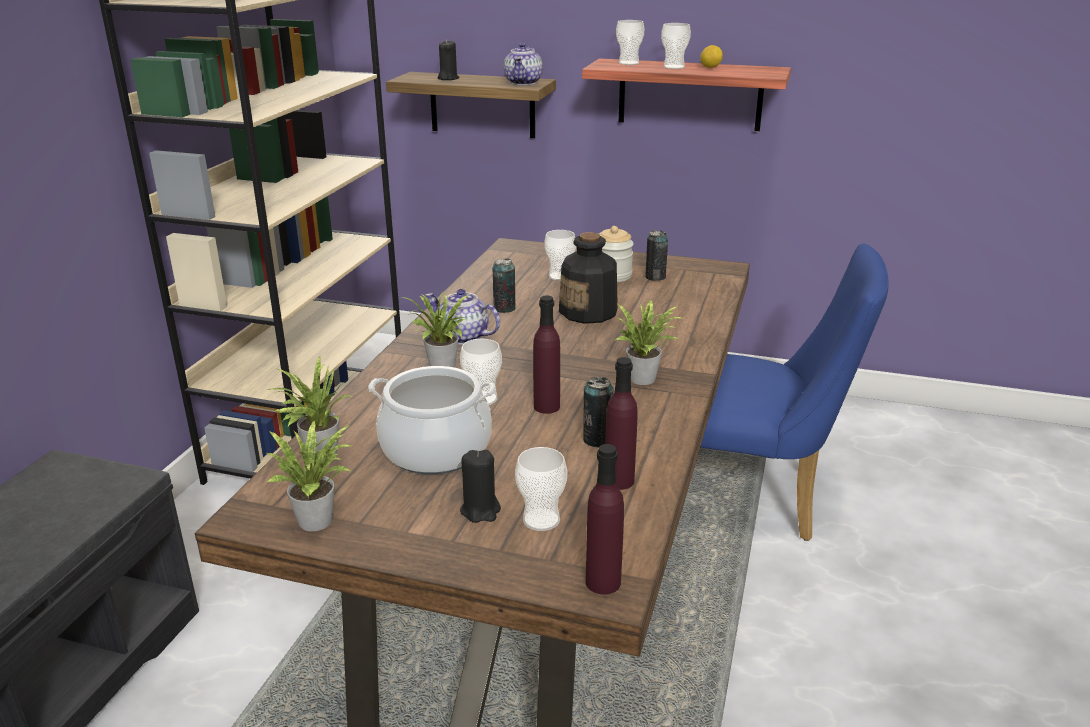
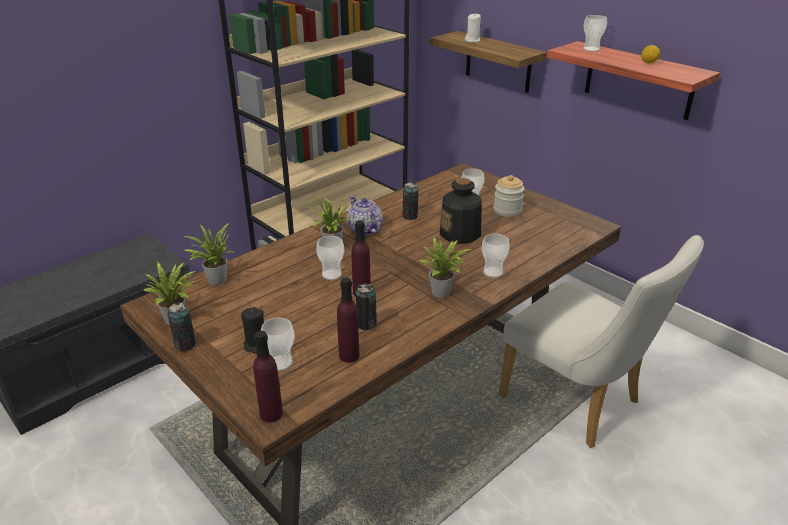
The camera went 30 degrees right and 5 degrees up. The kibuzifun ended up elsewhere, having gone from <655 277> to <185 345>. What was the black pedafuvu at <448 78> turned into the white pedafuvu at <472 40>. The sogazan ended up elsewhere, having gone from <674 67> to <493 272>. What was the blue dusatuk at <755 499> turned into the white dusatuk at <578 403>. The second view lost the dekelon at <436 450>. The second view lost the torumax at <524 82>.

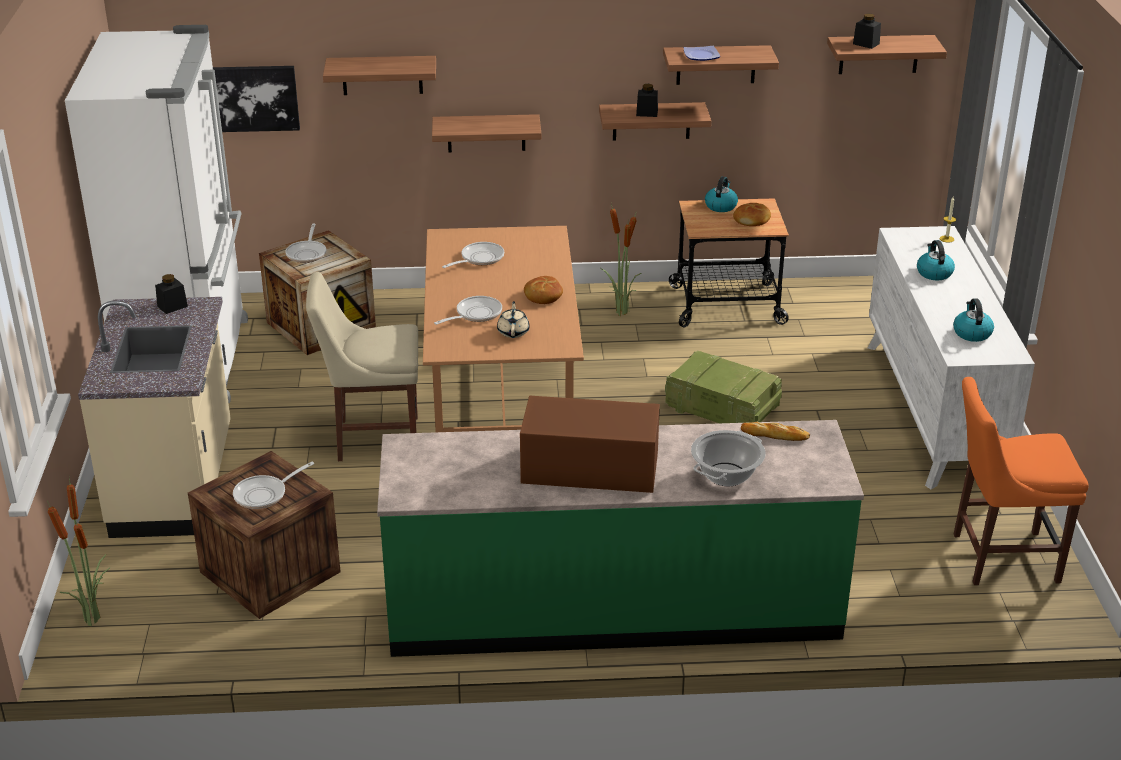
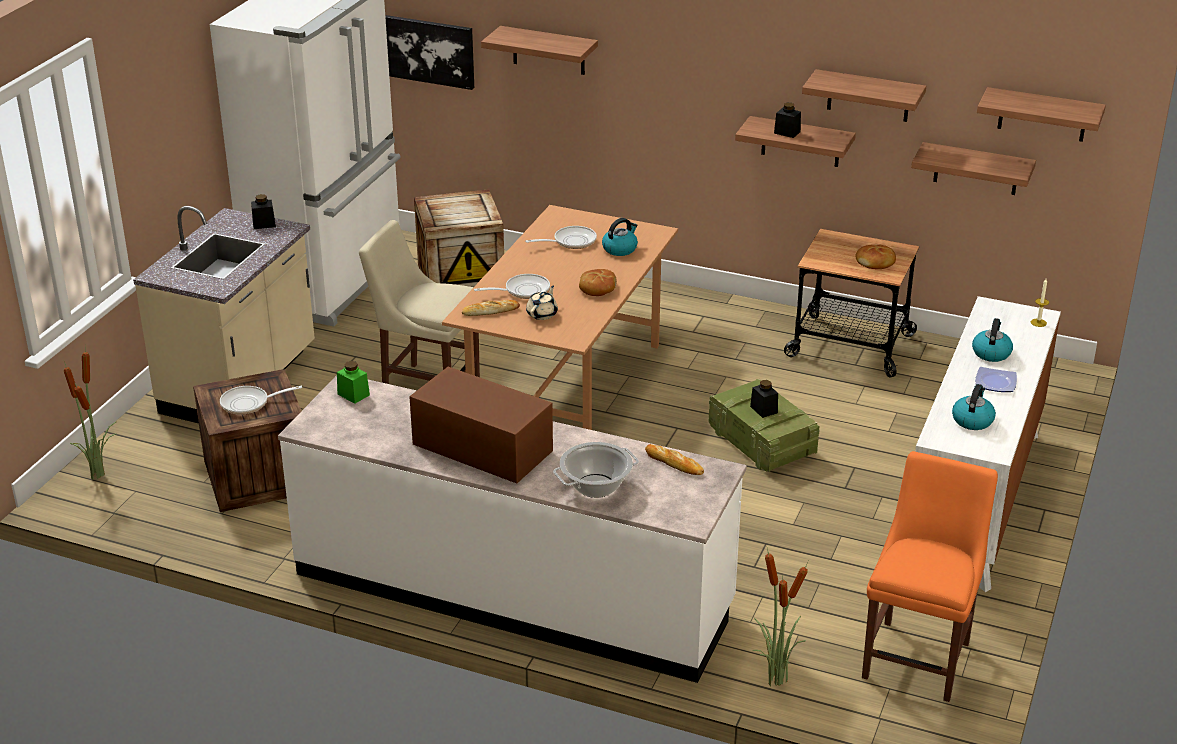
The camera went 25 degrees right and 0 degrees up. What was the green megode at <613 607> turned into the white megode at <513 590>. The second view gained the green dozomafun at <353 394>. The second view gained the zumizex at <490 311>. The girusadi ended up elsewhere, having gone from <720 206> to <620 249>. The black dozomafun ended up elsewhere, having gone from <866 44> to <764 409>. The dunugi ended up elsewhere, having gone from <620 312> to <775 679>. The orange dusatuk at <999 557> ended up facing another way, 90 degrees clockwise from before. The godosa ended up elsewhere, having gone from <486 133> to <976 169>. The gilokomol ended up elsewhere, having gone from <701 56> to <994 383>. The second view lost the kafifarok at <307 253>.

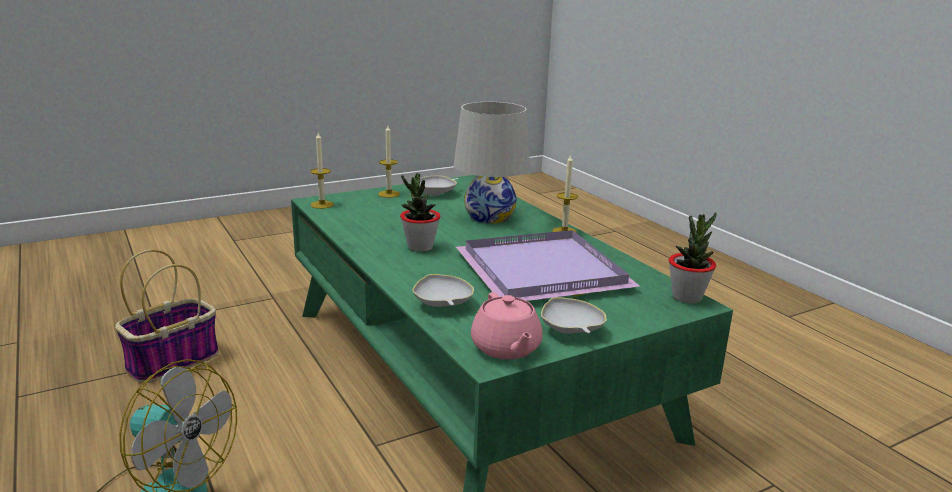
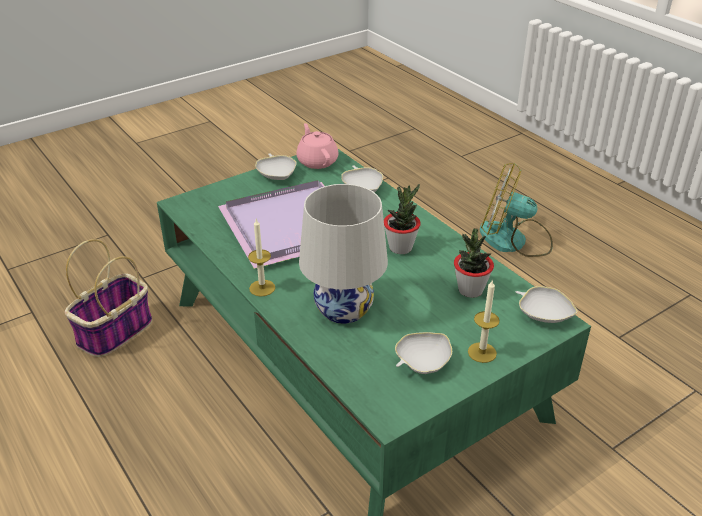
The camera went 175 degrees right and 15 degrees up. The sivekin ended up elsewhere, having gone from <173 361> to <114 333>. The dunugi ended up elsewhere, having gone from <687 297> to <470 290>. Where the pedafuvu stood at <322 204>, the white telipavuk came to stand at <543 314>.

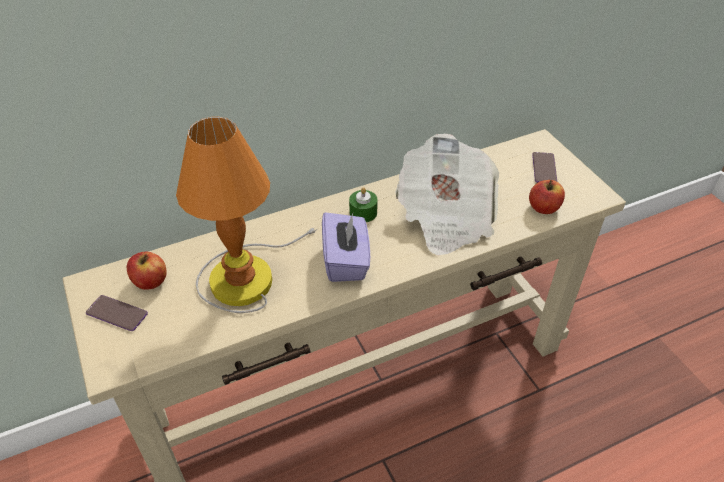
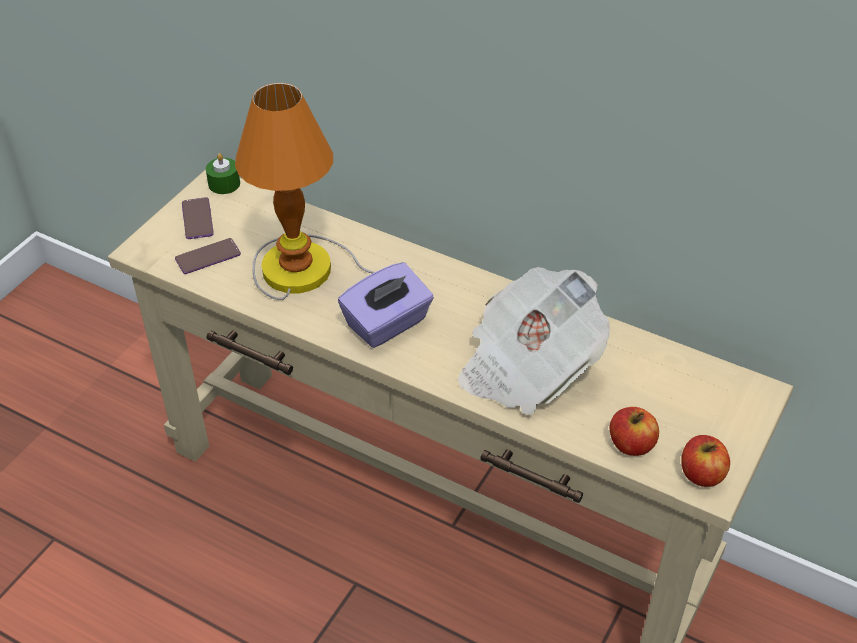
The camera went 55 degrees right and 0 degrees up. The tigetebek ended up elsewhere, having gone from <544 168> to <208 257>. The green pedafuvu ended up elsewhere, having gone from <363 213> to <224 184>. The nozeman ended up elsewhere, having gone from <150 281> to <701 474>.

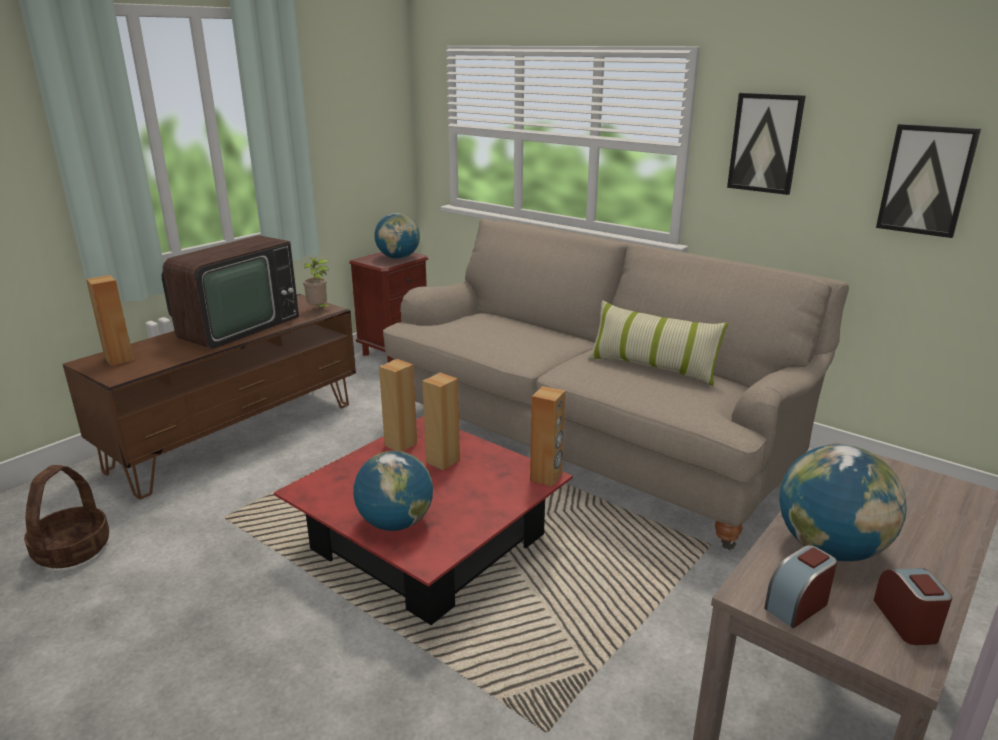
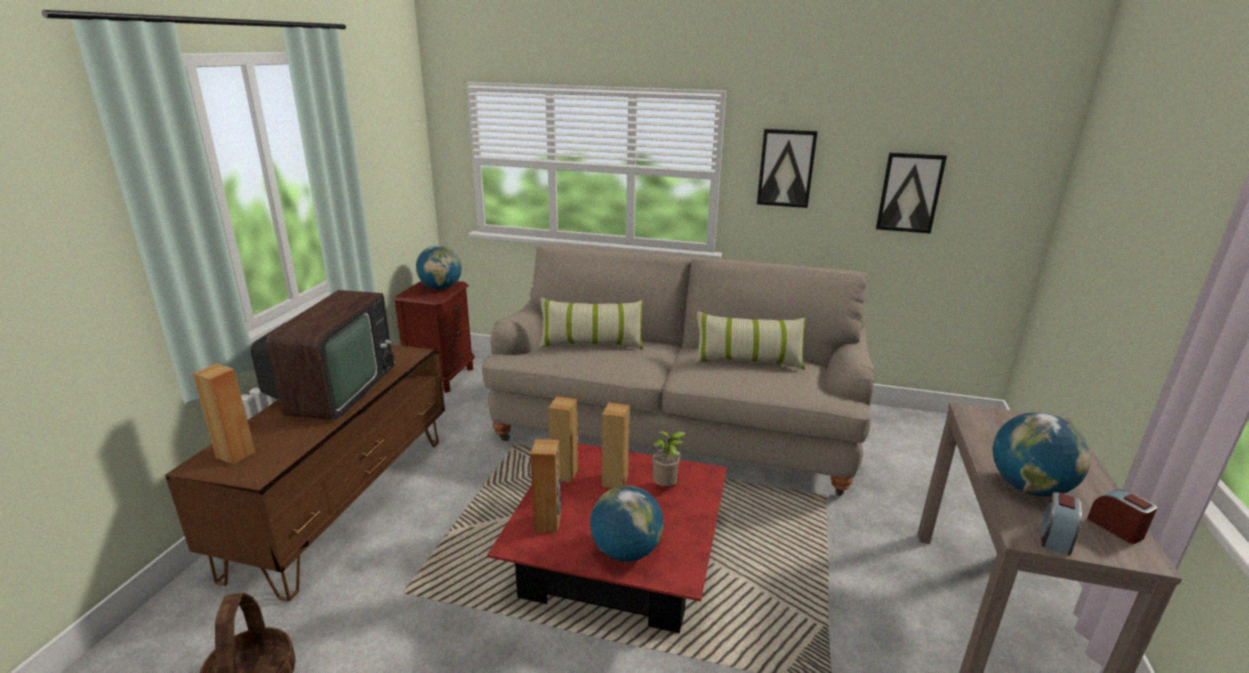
The camera went 25 degrees left and 0 degrees up. The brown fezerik ended up elsewhere, having gone from <546 477> to <548 523>. The second view gained the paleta at <591 344>. The dunugi ended up elsewhere, having gone from <319 309> to <666 487>.

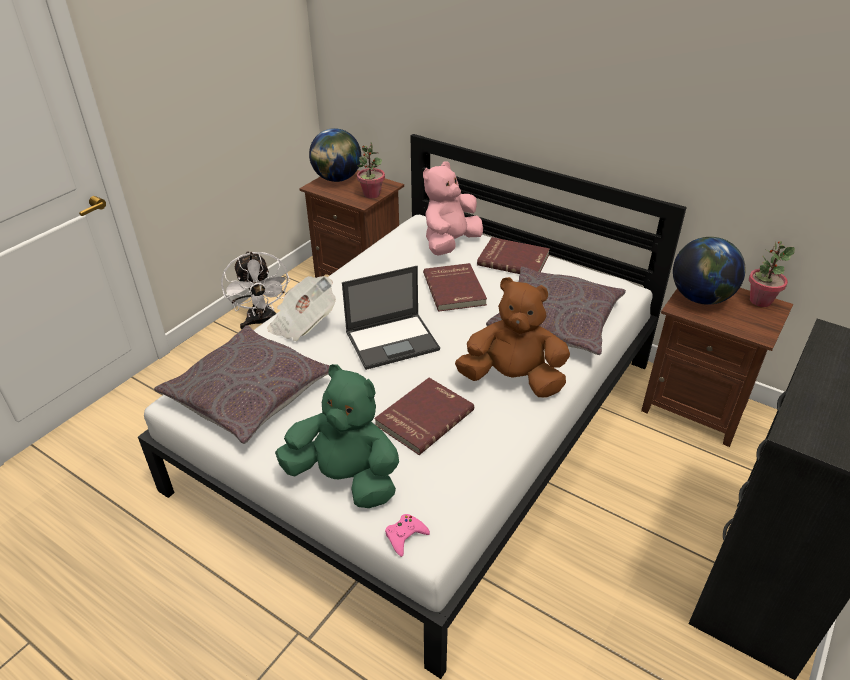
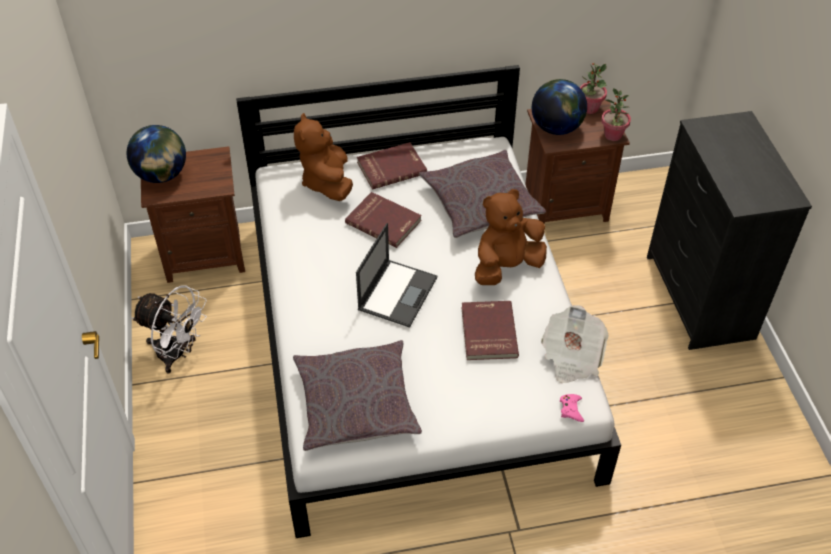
The camera went 45 degrees left and 10 degrees up. What was the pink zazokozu at <450 244> turned into the brown zazokozu at <327 182>. The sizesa ended up elsewhere, having gone from <303 323> to <571 357>. The dunugi ended up elsewhere, having gone from <371 194> to <613 135>. The second view lost the green zazokozu at <345 478>.

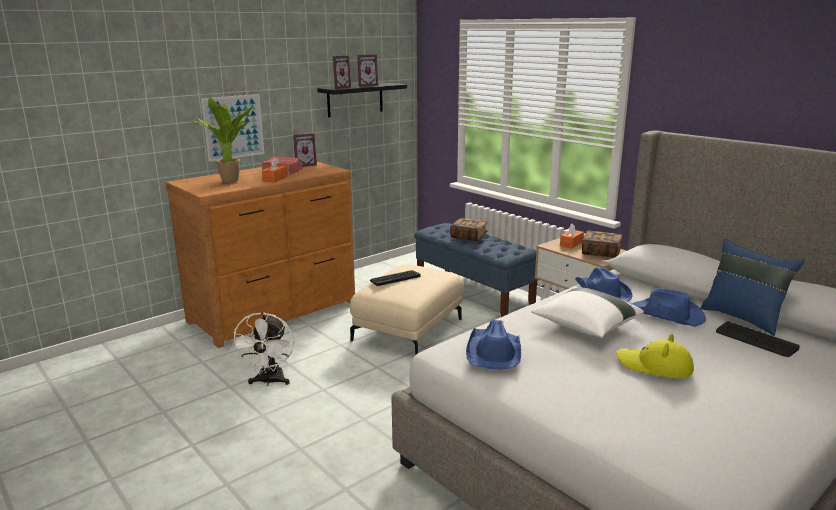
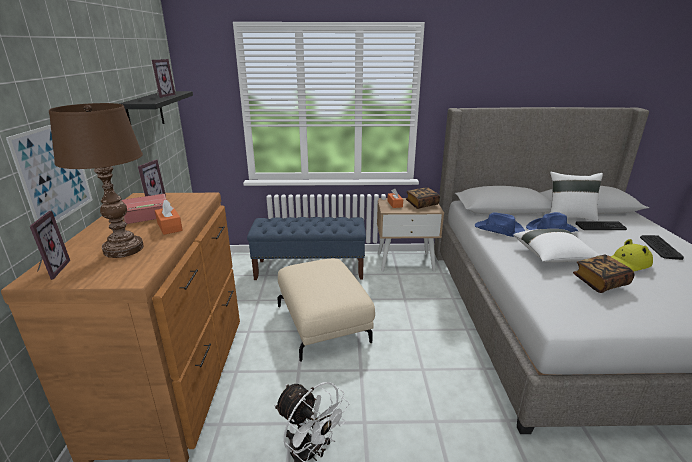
The camera went 50 degrees left and 5 degrees up. The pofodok ended up elsewhere, having gone from <339 88> to <50 270>. Where the dunugi stood at <232 181>, the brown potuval came to stand at <123 249>. What was the blue paleta at <743 318> turned into the white paleta at <569 217>. The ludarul ended up elsewhere, having gone from <468 237> to <600 282>. The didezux ended up elsewhere, having gone from <395 278> to <659 247>. The second view lost the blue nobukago at <494 352>.

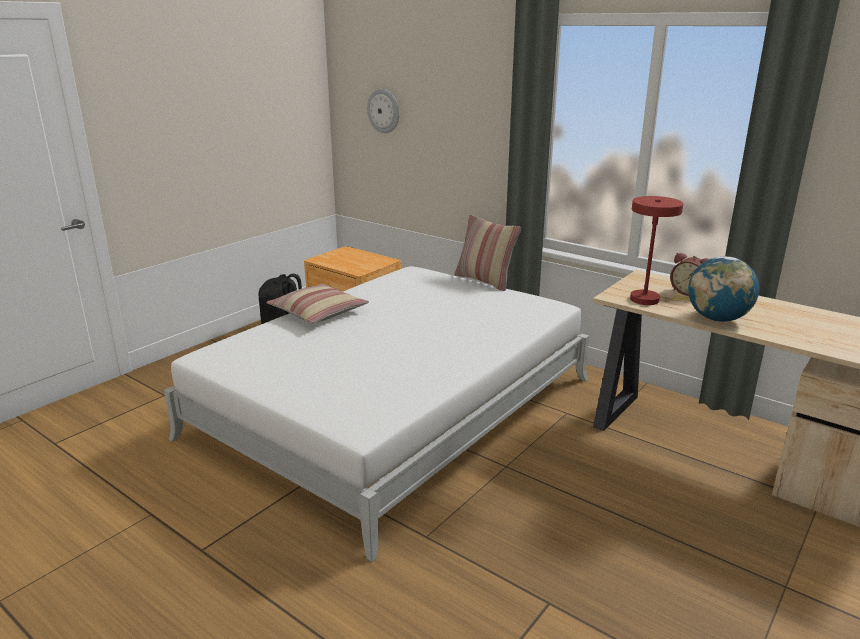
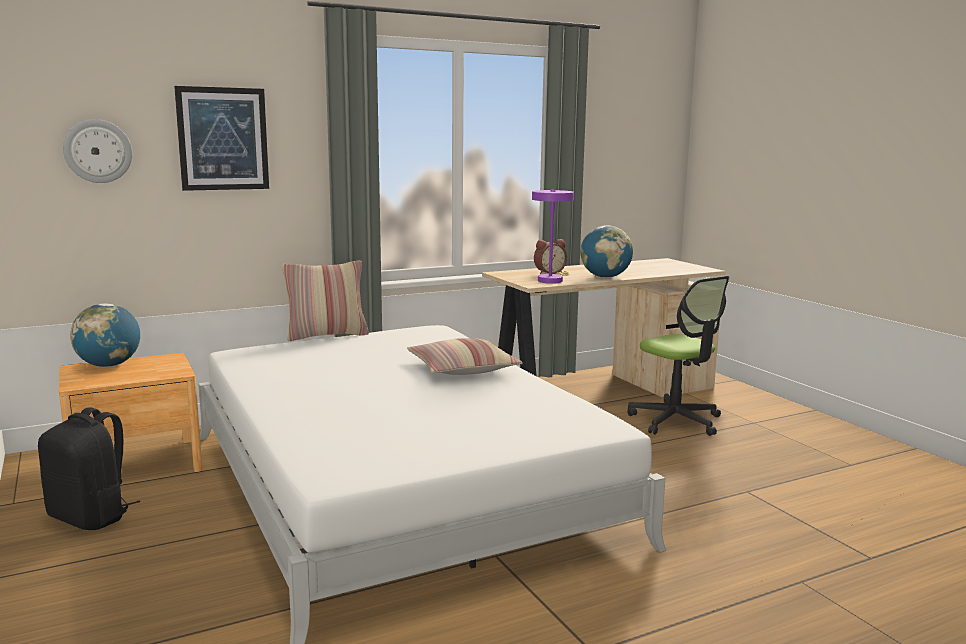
The camera went 65 degrees left and 10 degrees down. The second view gained the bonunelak at <109 365>. The second view gained the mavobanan at <223 139>. The paleta ended up elsewhere, having gone from <318 313> to <462 369>. What was the red potuval at <650 299> turned into the purple potuval at <551 280>. The second view gained the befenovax at <676 421>.

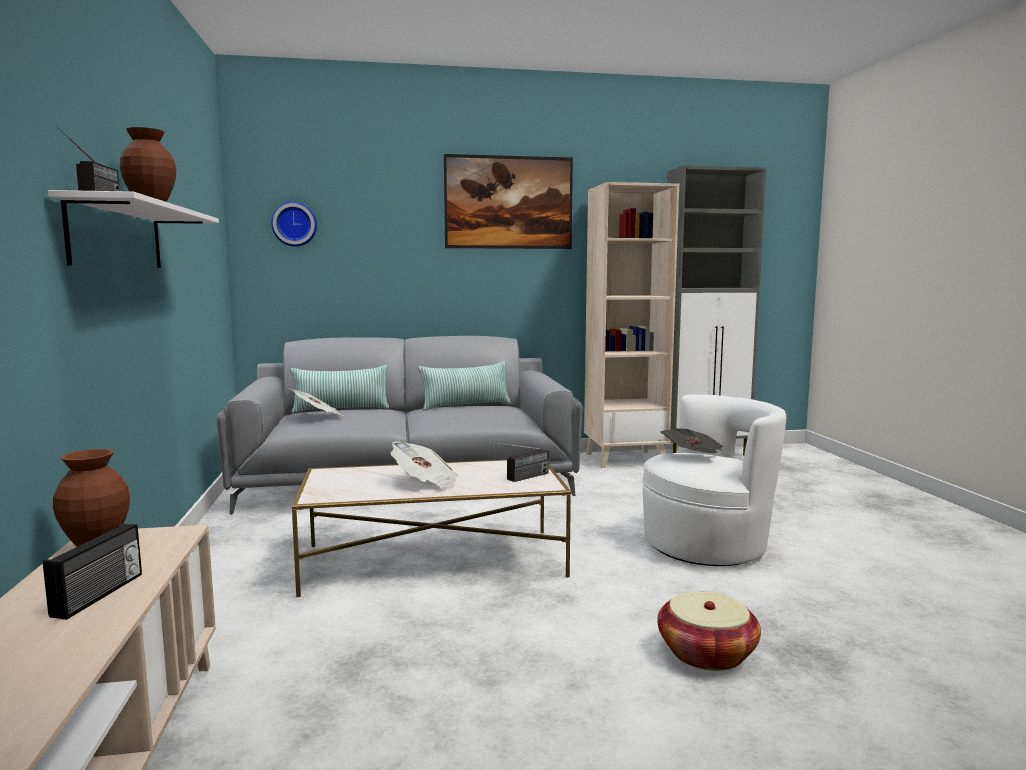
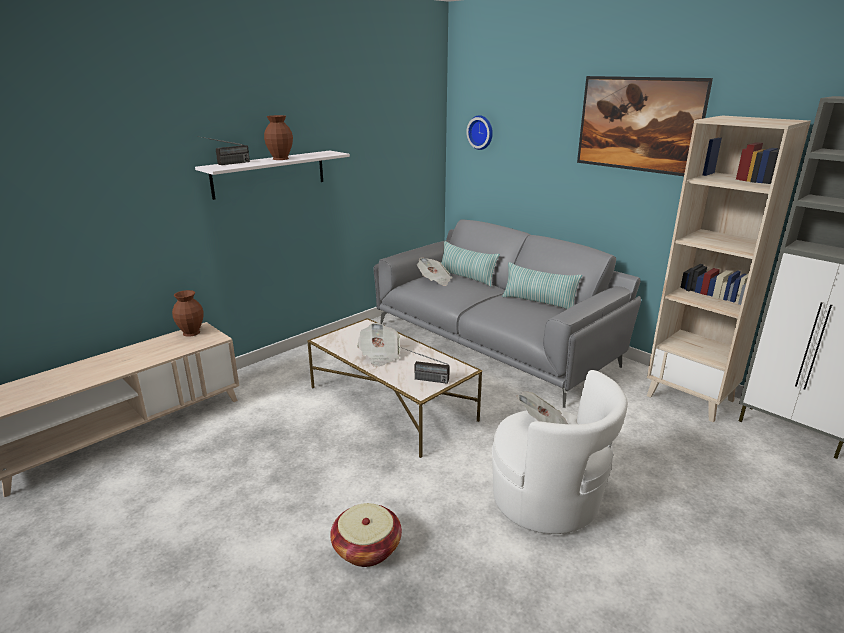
The camera went 55 degrees right and 15 degrees up. The second view lost the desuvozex at <100 595>.

